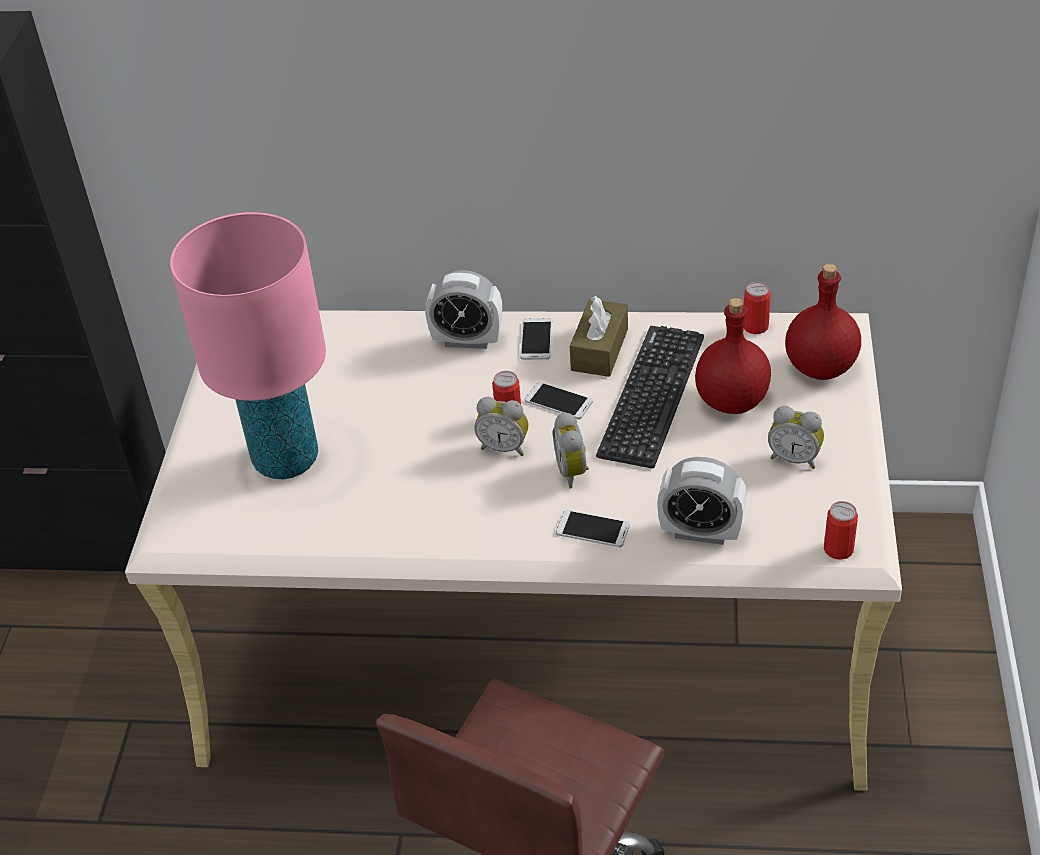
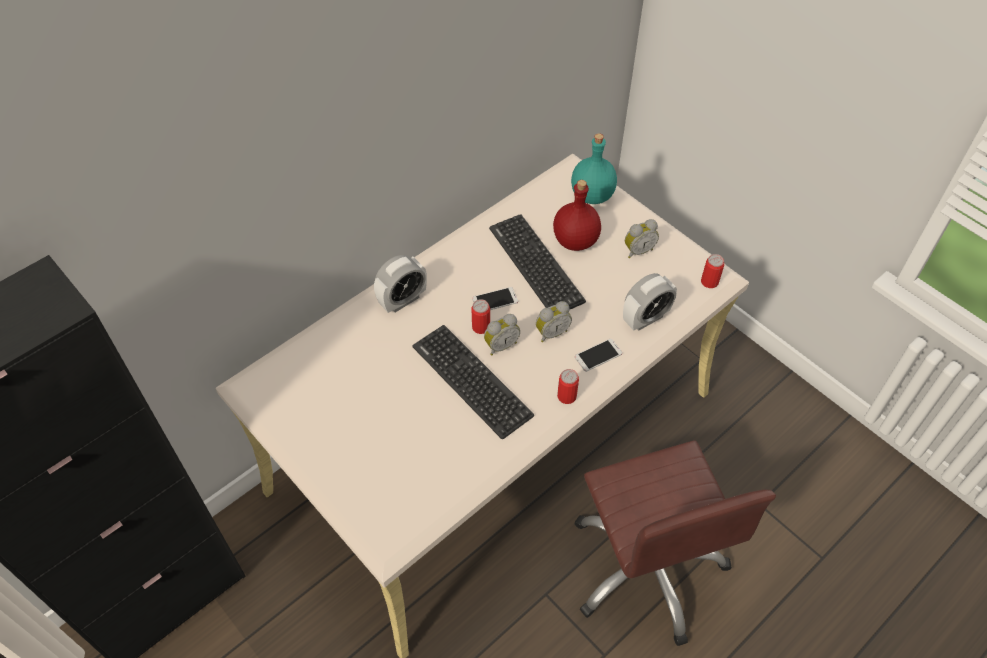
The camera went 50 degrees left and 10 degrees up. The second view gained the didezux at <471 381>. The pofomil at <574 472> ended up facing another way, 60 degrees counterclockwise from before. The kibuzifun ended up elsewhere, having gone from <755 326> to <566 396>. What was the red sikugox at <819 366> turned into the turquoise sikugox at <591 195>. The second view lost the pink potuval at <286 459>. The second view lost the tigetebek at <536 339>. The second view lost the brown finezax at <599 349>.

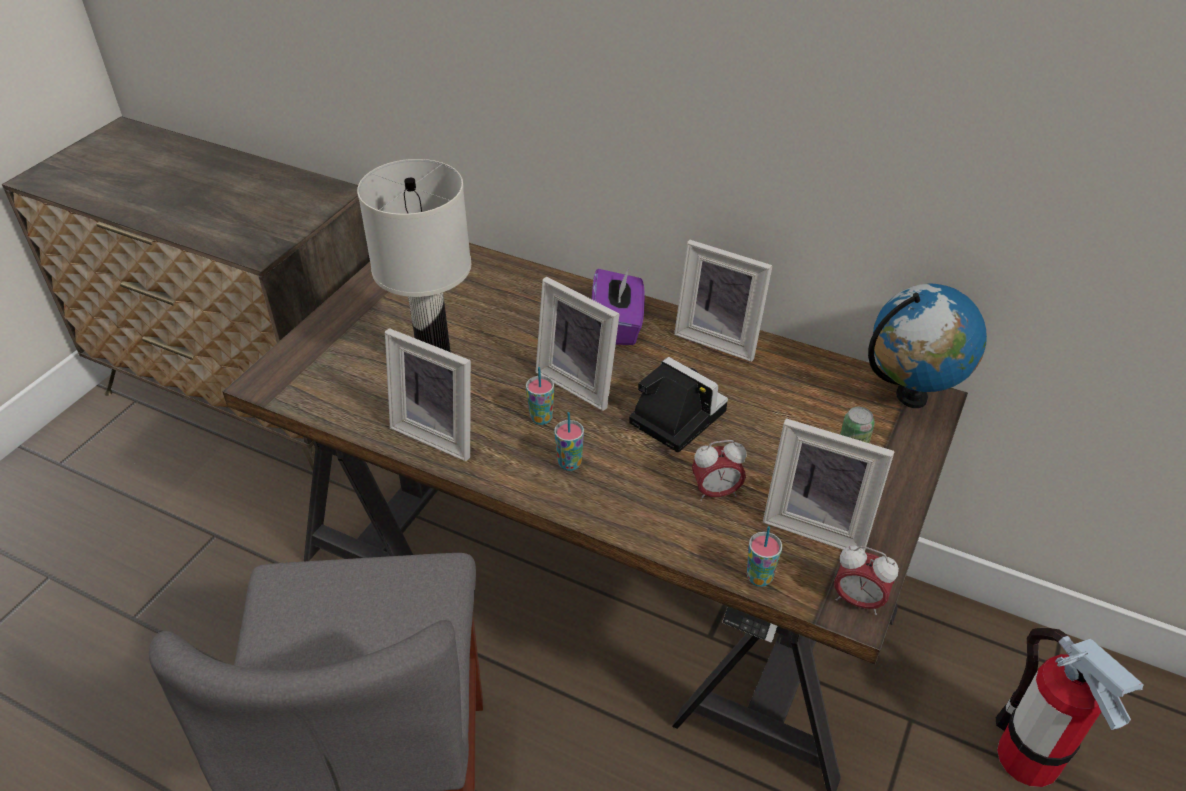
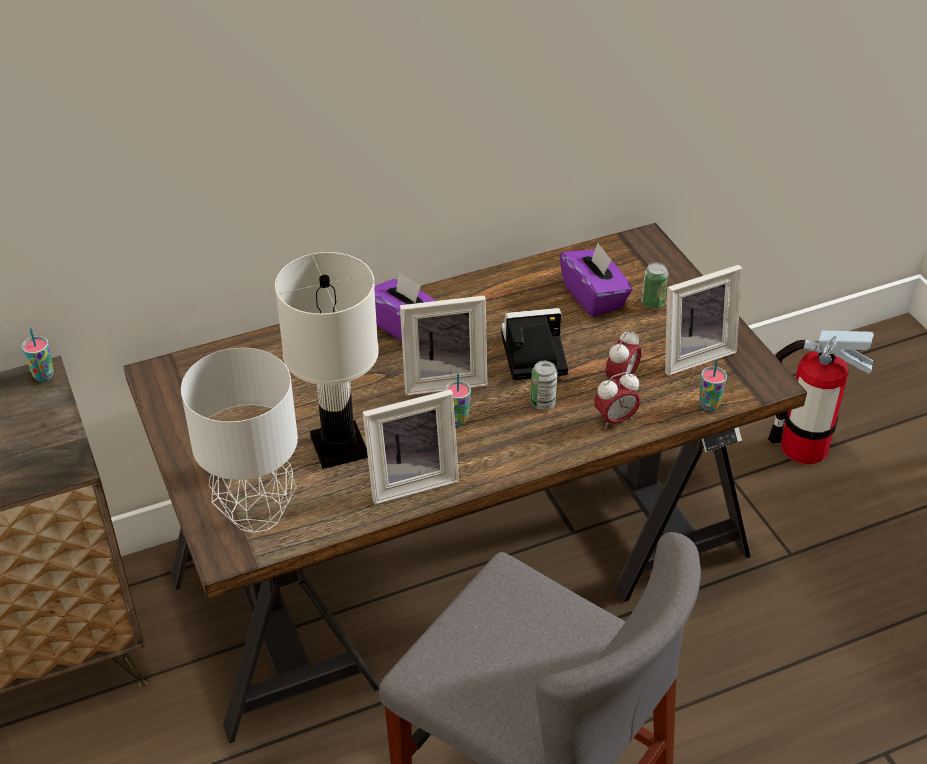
The camera went 50 degrees left and 0 degrees up. The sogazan ended up elsewhere, having gone from <569 463> to <43 375>. The second view gained the grey potuval at <257 512>. The second view gained the kibuzifun at <542 403>. The second view gained the purple finezax at <594 297>. The pofomil ended up elsewhere, having gone from <858 600> to <615 420>. The second view lost the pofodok at <720 338>. The second view lost the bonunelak at <911 397>.

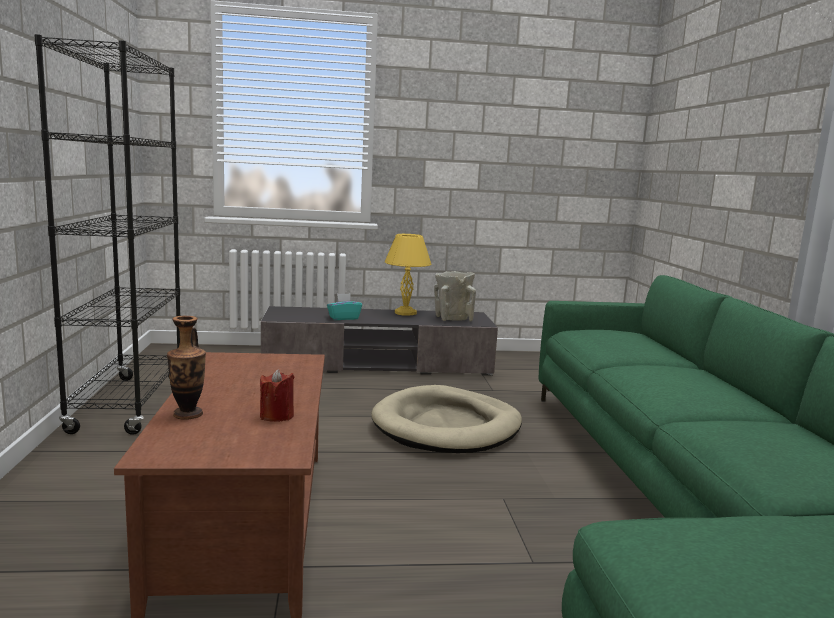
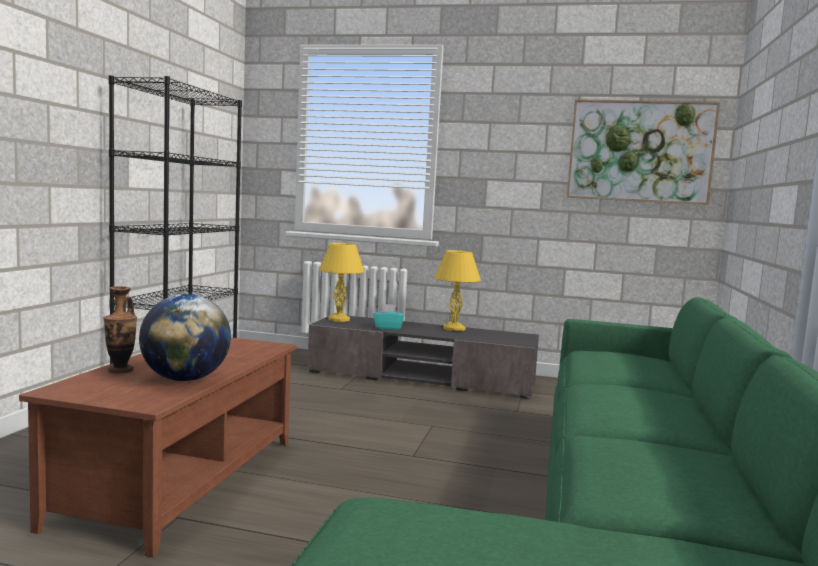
The camera went 20 degrees right and 5 degrees down. Where the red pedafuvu stood at <277 416>, the bonunelak came to stand at <185 379>. The second view gained the yellow potuval at <339 319>. The second view gained the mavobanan at <640 151>. The second view lost the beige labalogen at <447 426>. The second view lost the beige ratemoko at <452 319>.

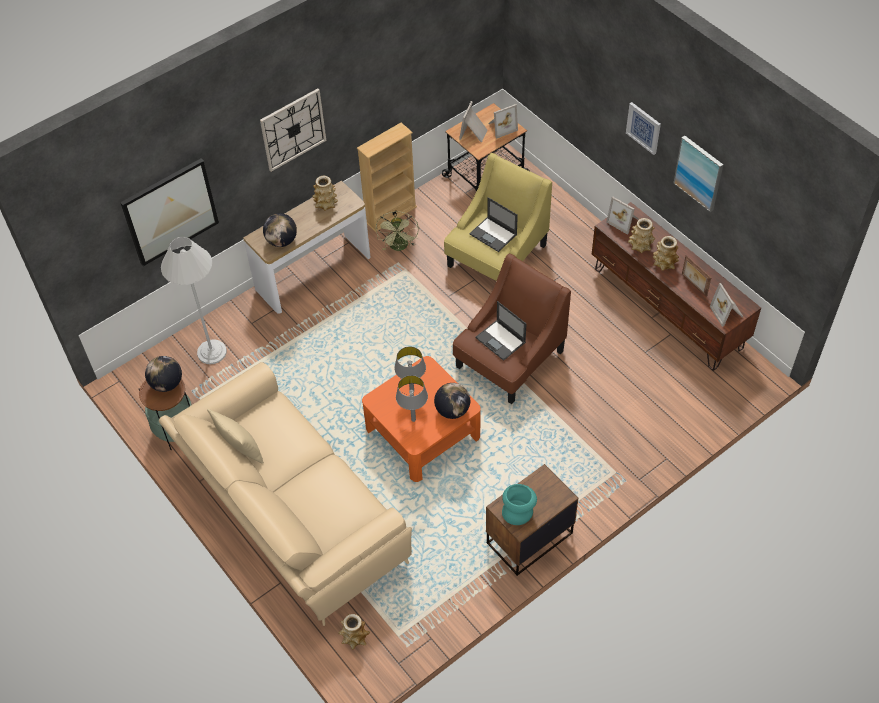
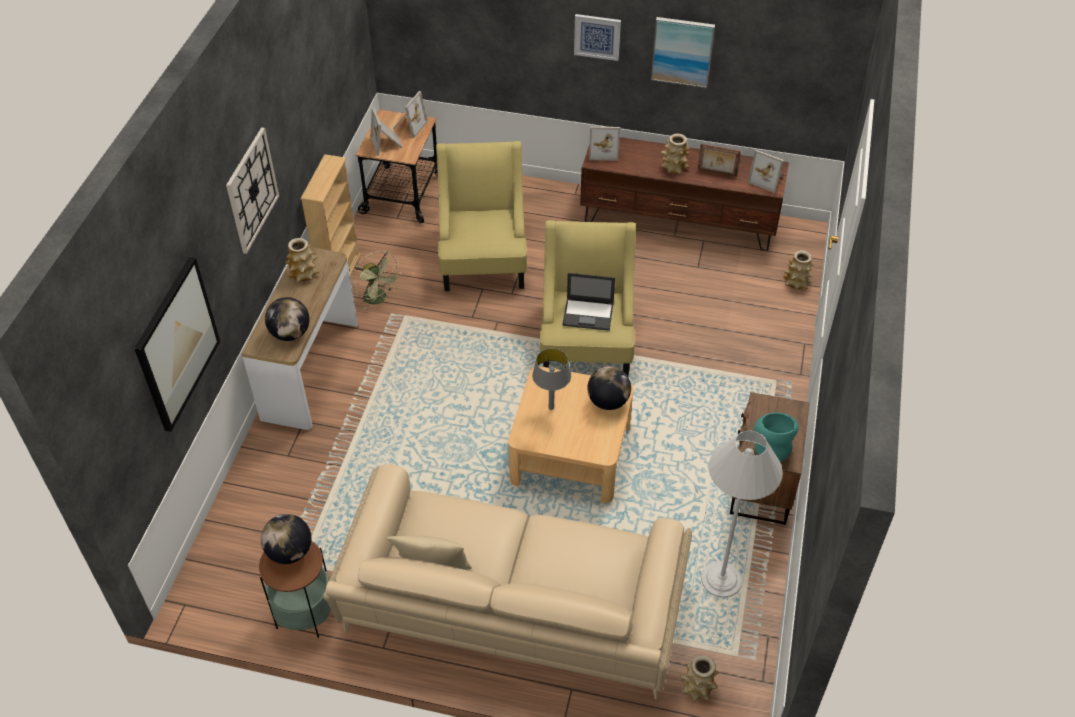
The camera went 40 degrees left and 5 degrees down. What was the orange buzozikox at <422 432> turned into the beige buzozikox at <570 453>. What was the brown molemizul at <509 359> turned into the yellow molemizul at <586 340>. The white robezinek ended up elsewhere, having gone from <211 352> to <721 580>. The ratemoko ended up elsewhere, having gone from <640 245> to <796 283>. The second view lost the grey potuval at <413 419>. The second view lost the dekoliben at <494 234>.

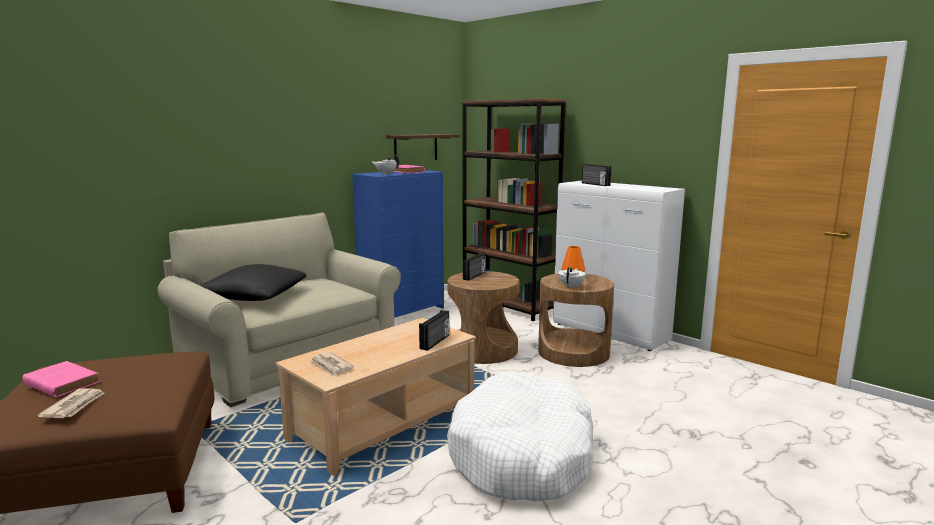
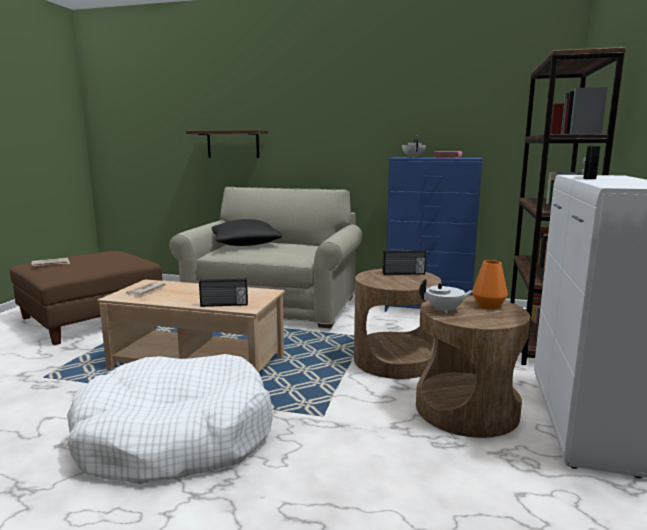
The camera went 60 degrees right and 0 degrees up. The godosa ended up elsewhere, having gone from <415 147> to <233 144>. The second view lost the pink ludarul at <61 383>.

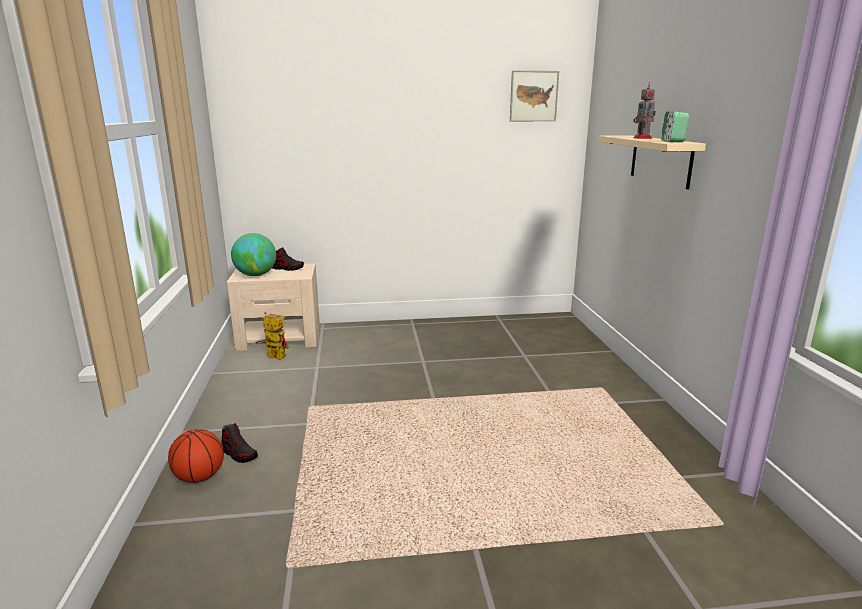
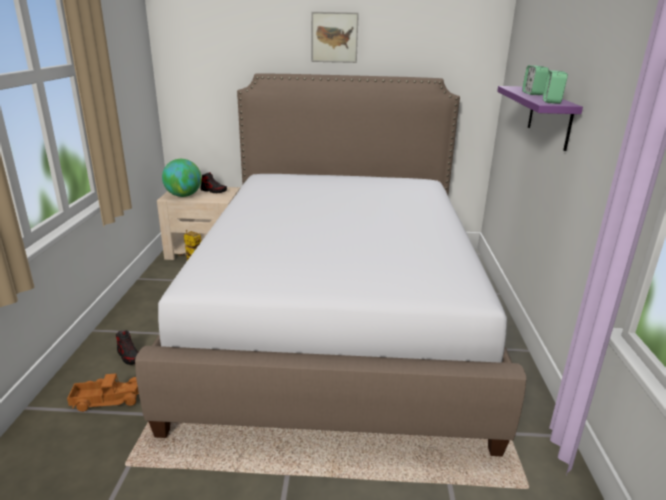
The camera went 10 degrees right and 5 degrees up. The second view gained the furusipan at <108 399>. The second view gained the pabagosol at <337 316>. The mavobanan ended up elsewhere, having gone from <533 96> to <334 37>. What was the beige godosa at <660 160> turned into the purple godosa at <549 117>. Where the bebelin stood at <643 138>, the pofomil came to stand at <532 93>. The second view lost the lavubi at <200 477>.

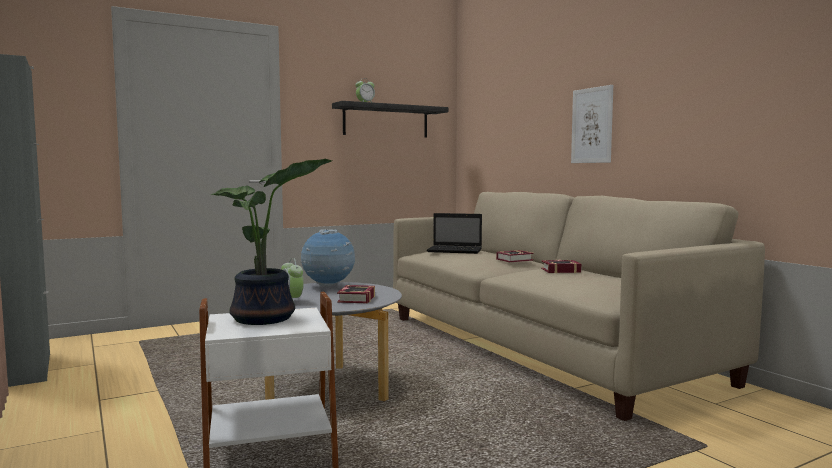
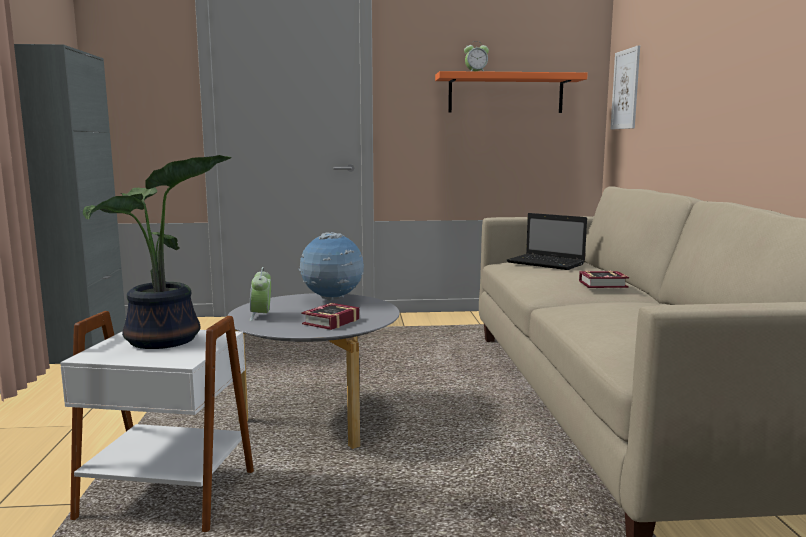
The camera went 25 degrees right and 5 degrees up. What was the black godosa at <386 121> turned into the orange godosa at <505 94>. The mavobanan ended up elsewhere, having gone from <592 125> to <625 89>. The second view lost the ludarul at <558 270>.

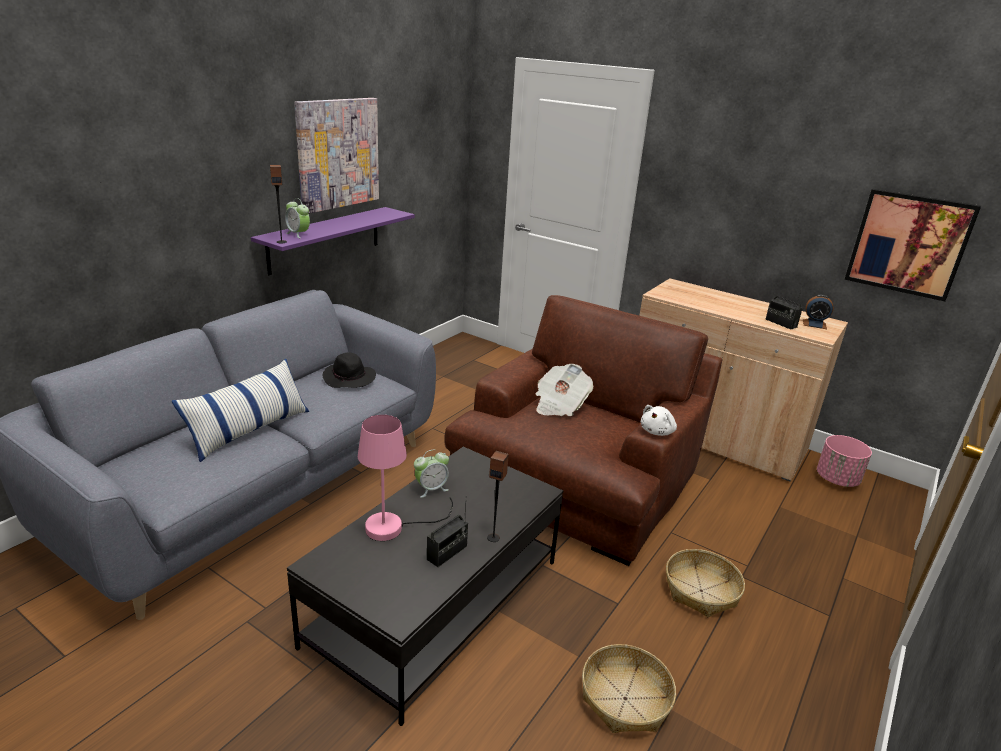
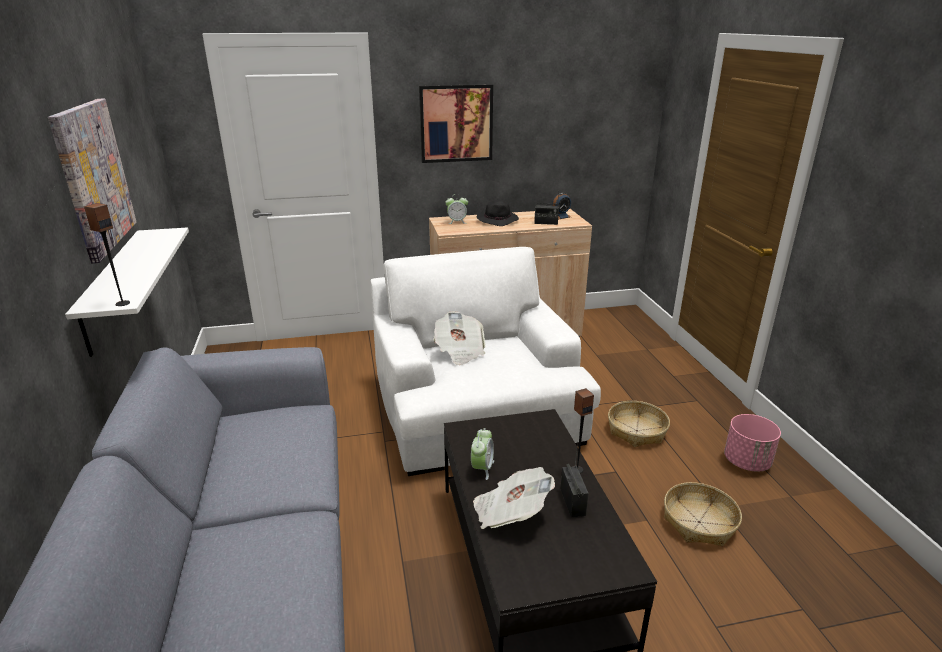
The camera went 45 degrees left and 0 degrees up. What was the purple godosa at <325 239> turned into the white godosa at <113 289>. What was the brown molemizul at <576 479> turned into the white molemizul at <476 410>. The mavobanan ended up elsewhere, having gone from <909 244> to <456 123>. The pofomil ended up elsewhere, having gone from <298 234> to <457 222>. Where the pink potuval stood at <395 526>, the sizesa came to stand at <510 513>. The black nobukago ended up elsewhere, having gone from <350 379> to <498 220>. The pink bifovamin ended up elsewhere, having gone from <837 479> to <746 462>. The second view lost the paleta at <249 430>. The second view lost the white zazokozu at <657 431>.

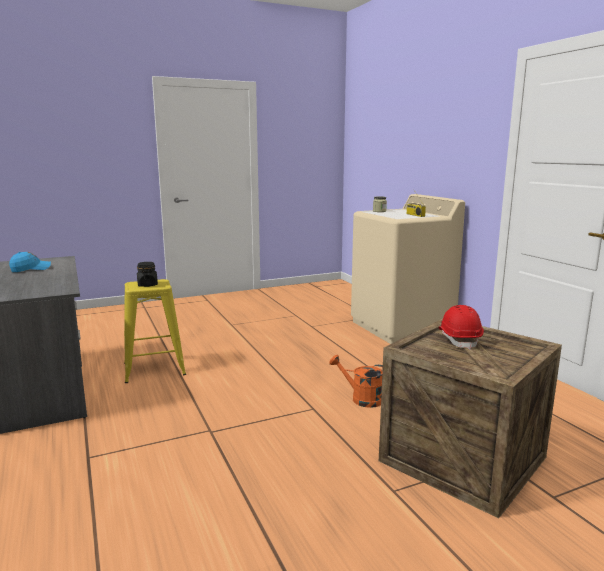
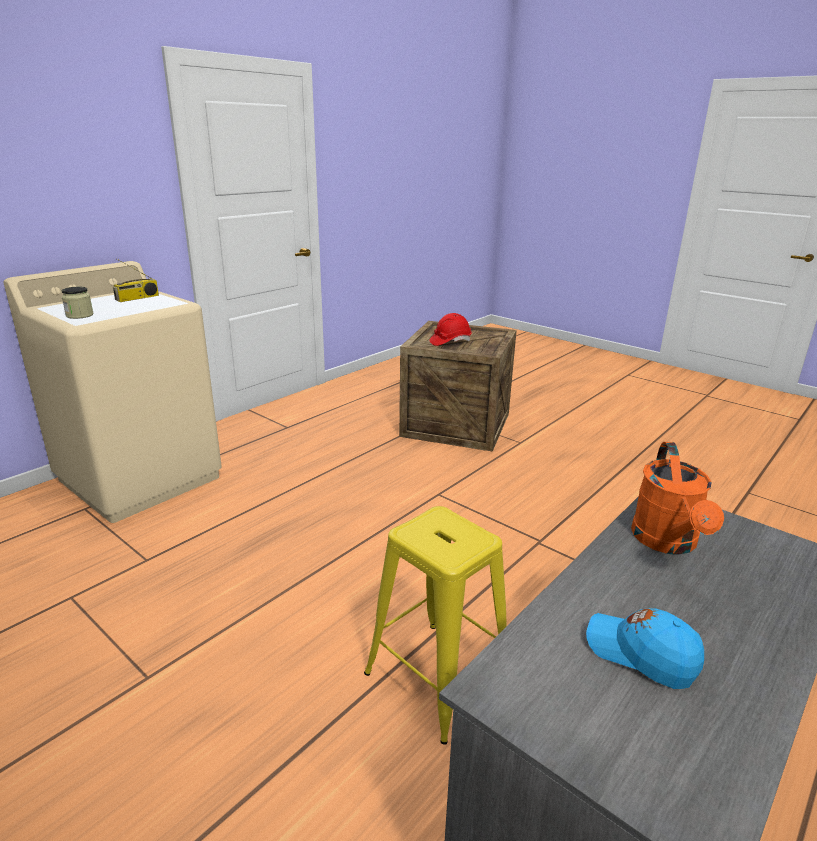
The camera went 115 degrees left and 10 degrees up. The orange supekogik ended up elsewhere, having gone from <361 399> to <668 543>. The second view lost the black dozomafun at <147 285>.

